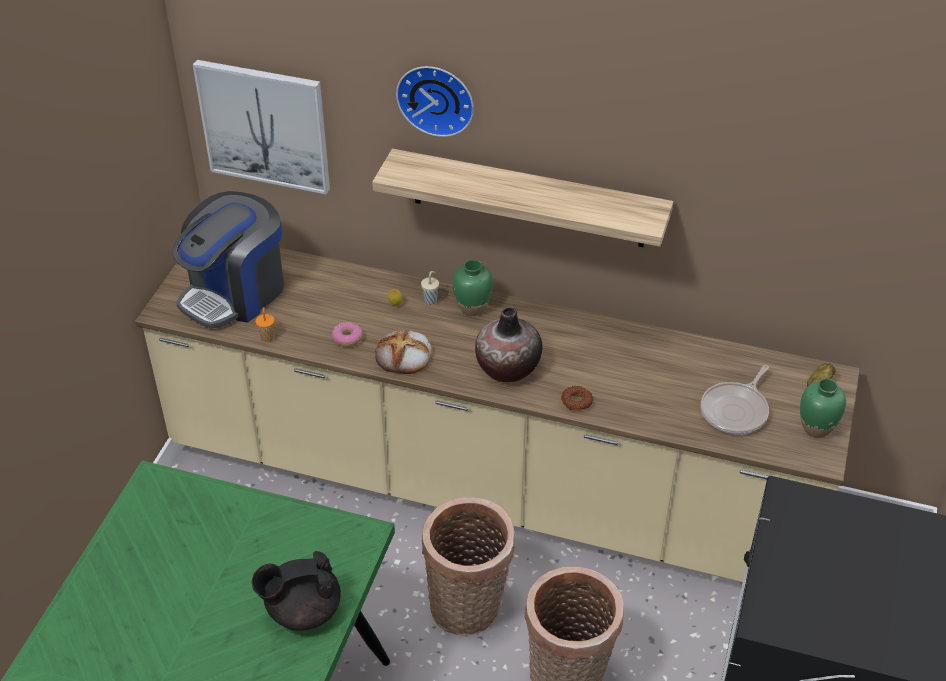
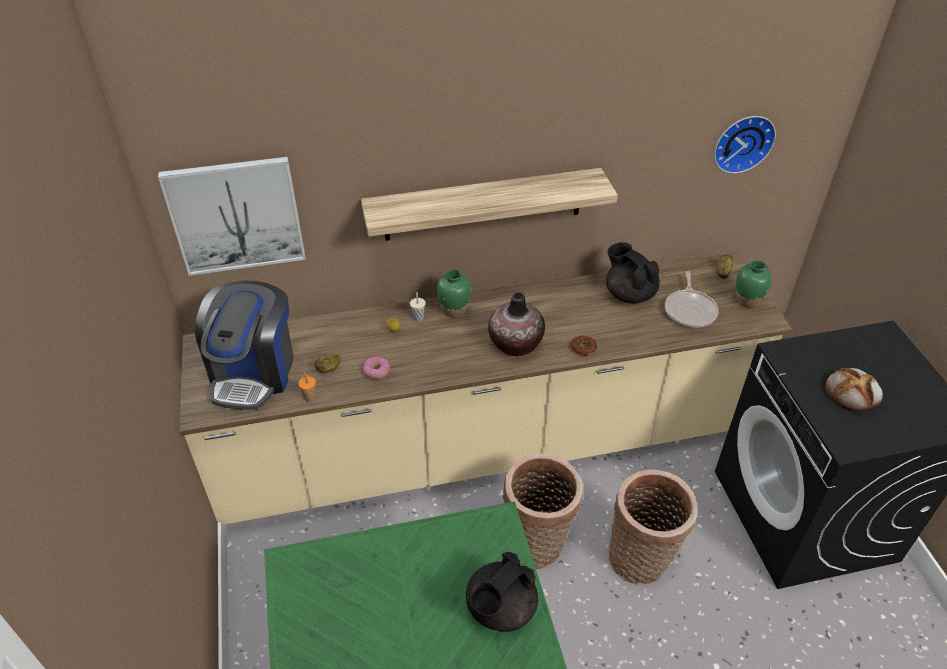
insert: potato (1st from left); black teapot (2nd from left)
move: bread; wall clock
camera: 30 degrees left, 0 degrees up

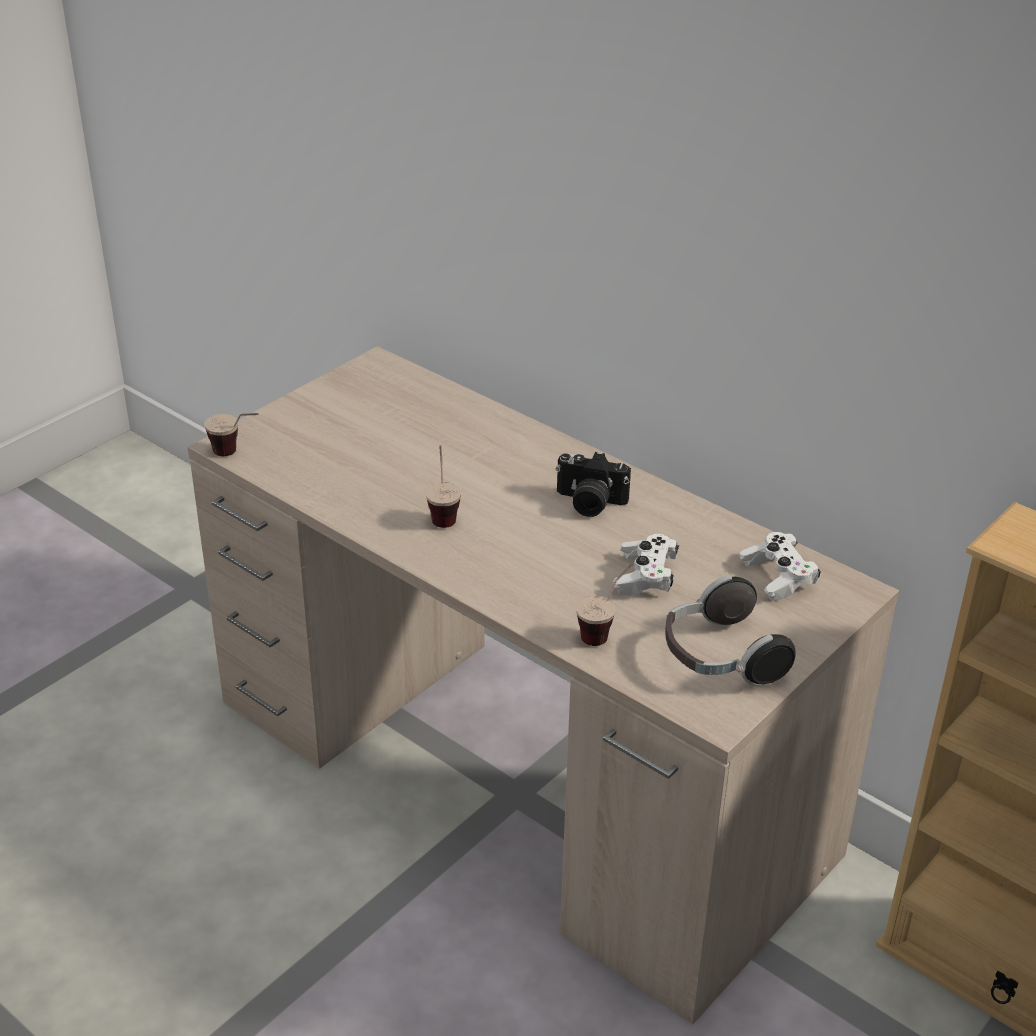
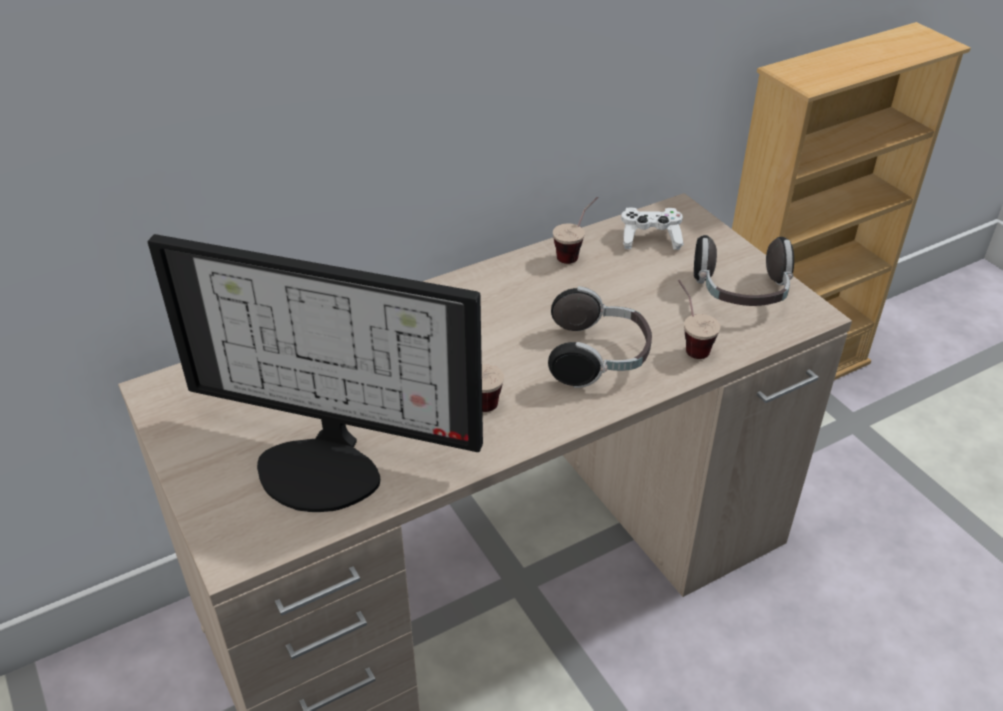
delete: photo camera; white game controller (1st from left)
insert: monitor; headphones (1st from left)
move: cup (1st from left in the first image) to cup (2nd from left)
camera: 70 degrees left, 5 degrees up

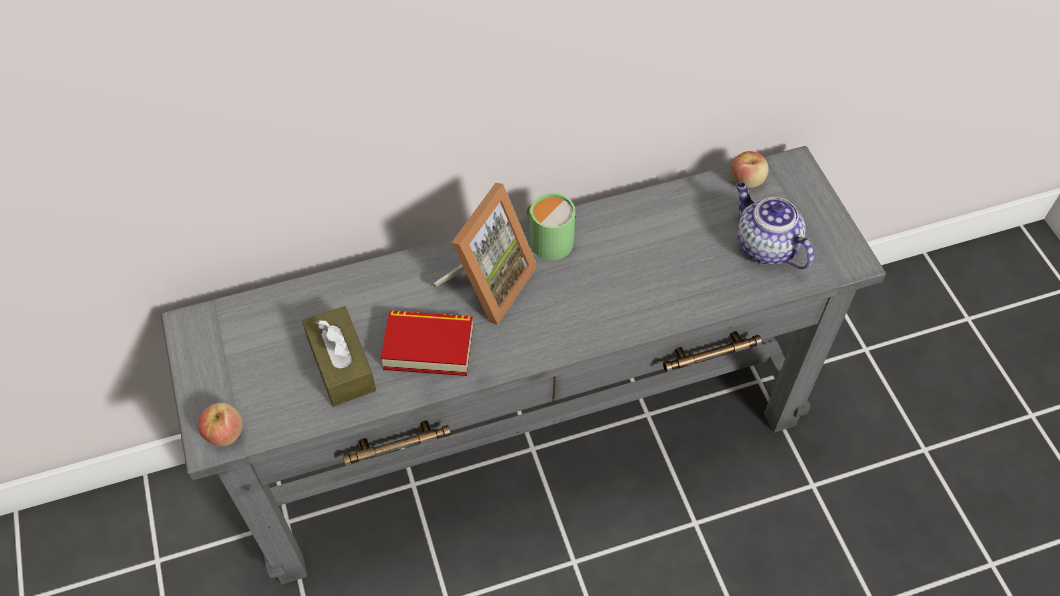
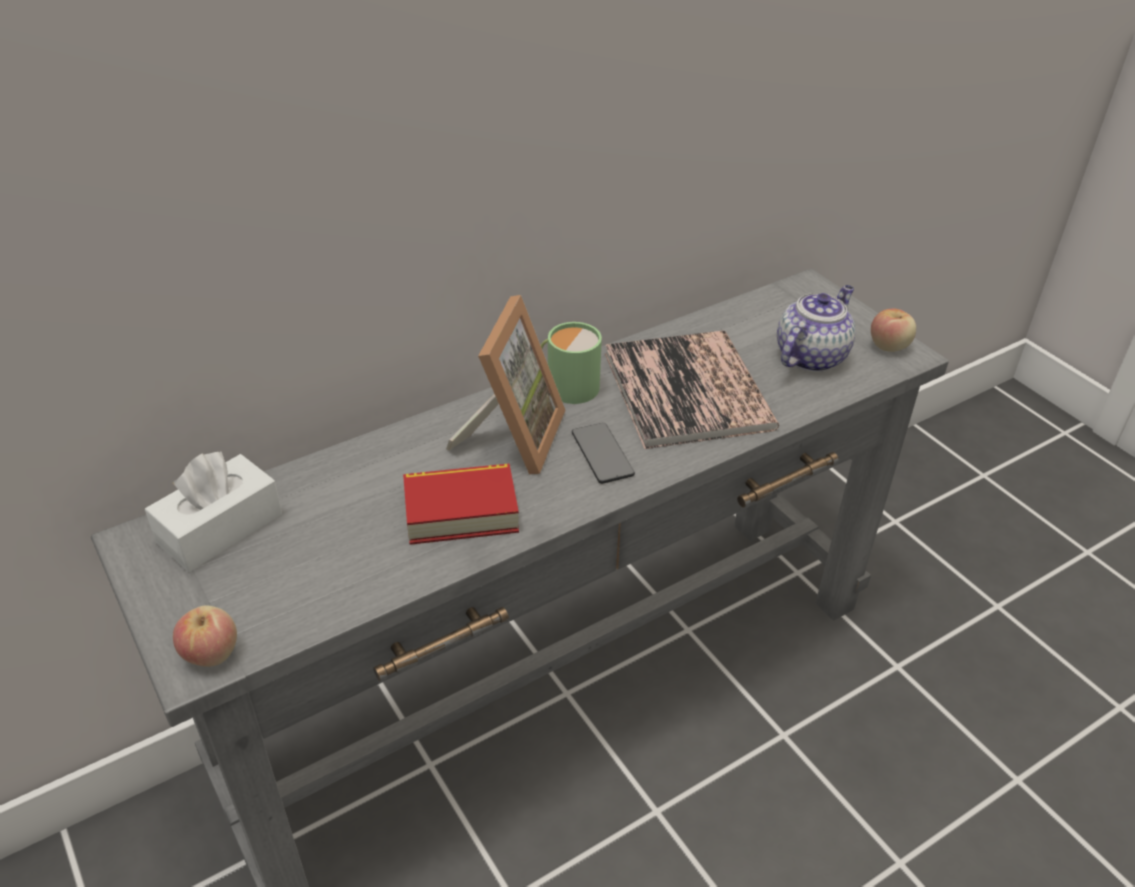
delete: brown tissue box
insert: white tissue box; phone; book (2nd from left)
move: apple (2nd from left)
rotate: teapot 90 degrees clockwise
camera: 15 degrees left, 15 degrees down

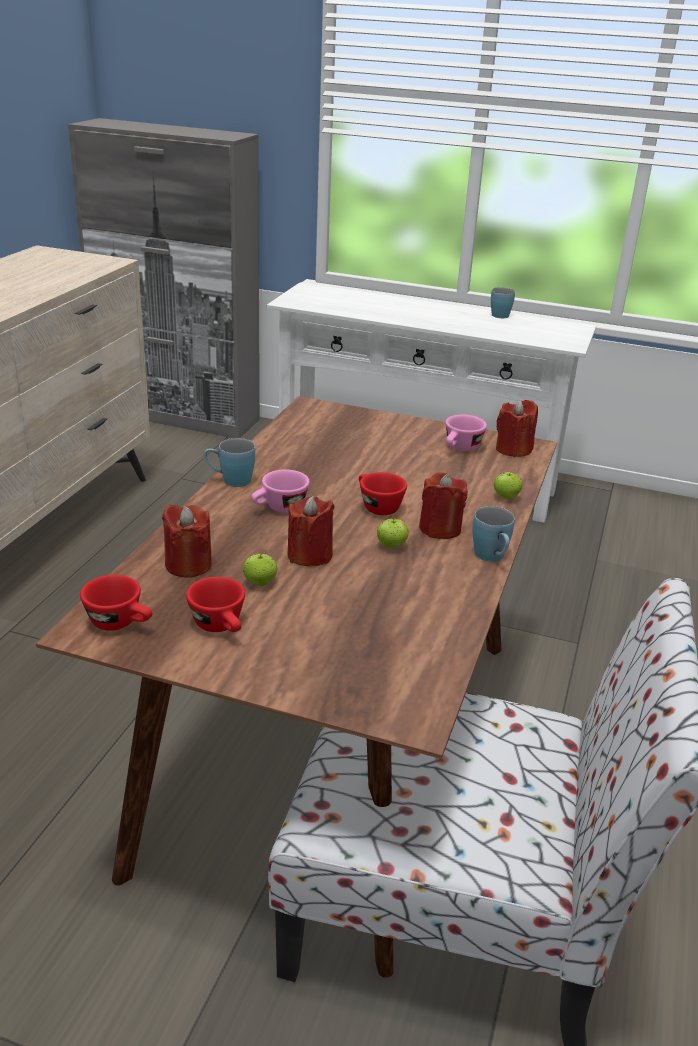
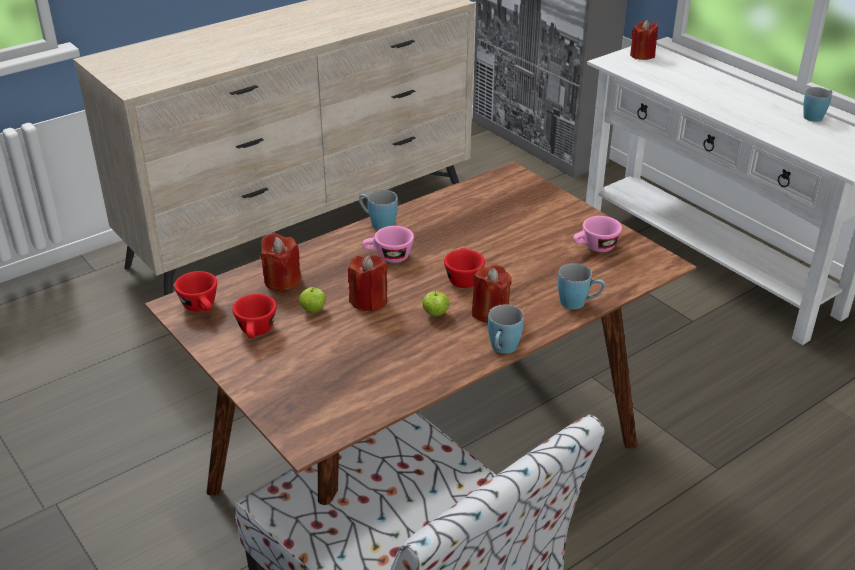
move: red candle (4th from left)
replace: apple (3rd from left) to blue mug (3rd from left)
camera: 35 degrees right, 5 degrees up

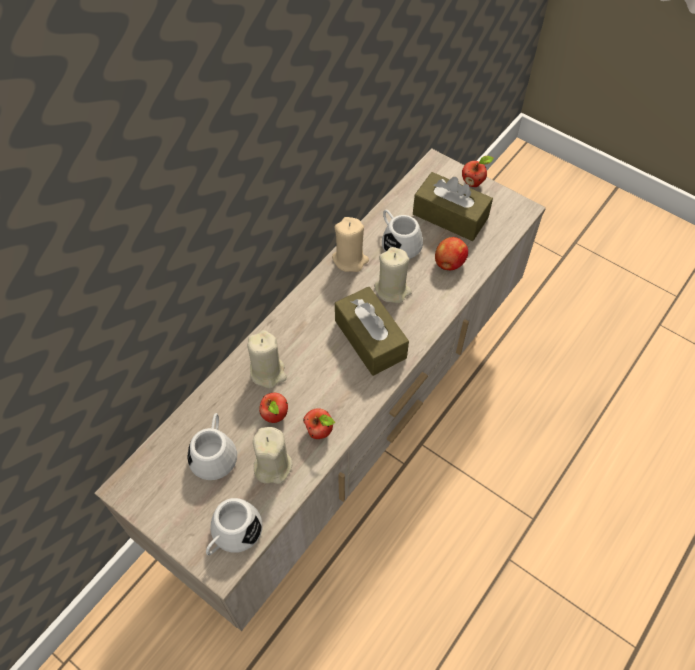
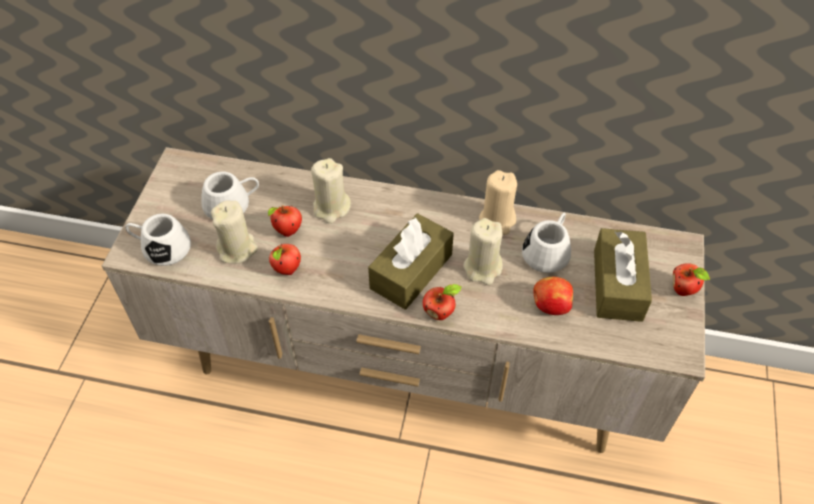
insert: apple (3rd from left)
camera: 65 degrees right, 5 degrees down

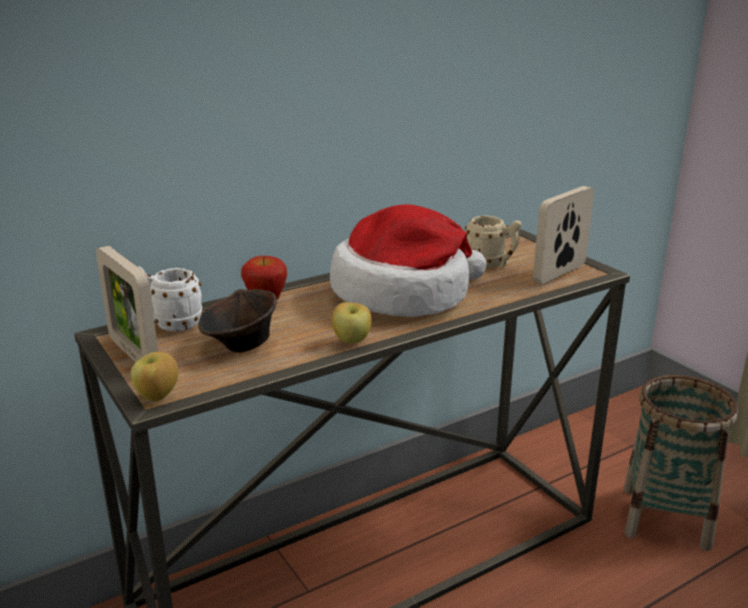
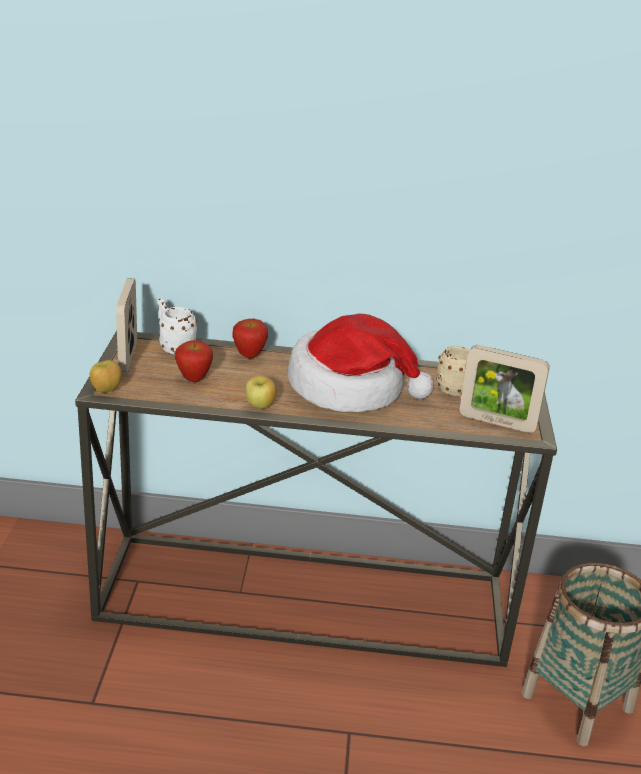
replace: brown bowl to apple (2nd from left)
rotate: picture frame (2nd from left) 150 degrees counterclockwise
camera: 35 degrees right, 5 degrees up

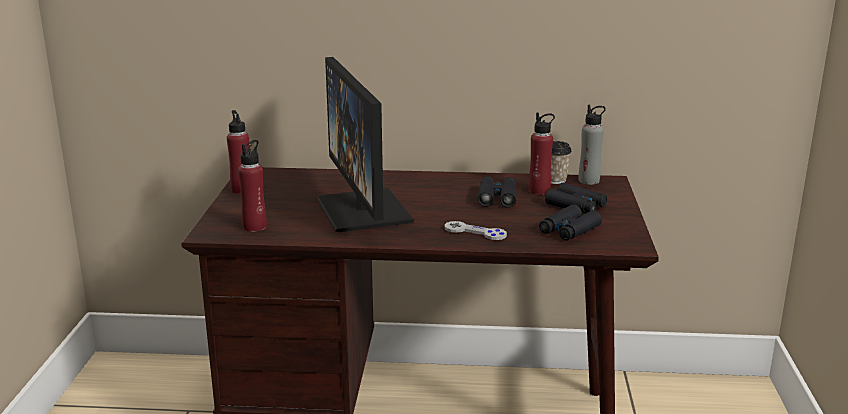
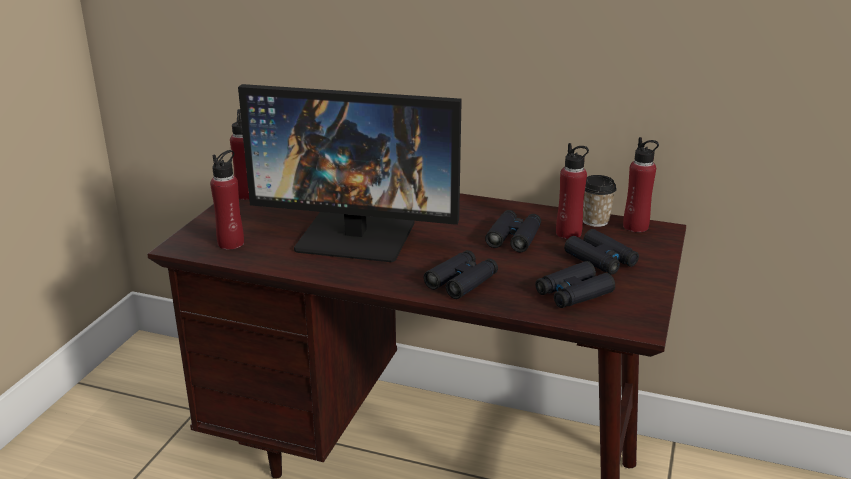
replace: grey game controller to black binoculars (1st from left)
recolor: grey bottle to red bottle (4th from left)
rotate: monitor 75 degrees counterclockwise
camera: 15 degrees right, 5 degrees up

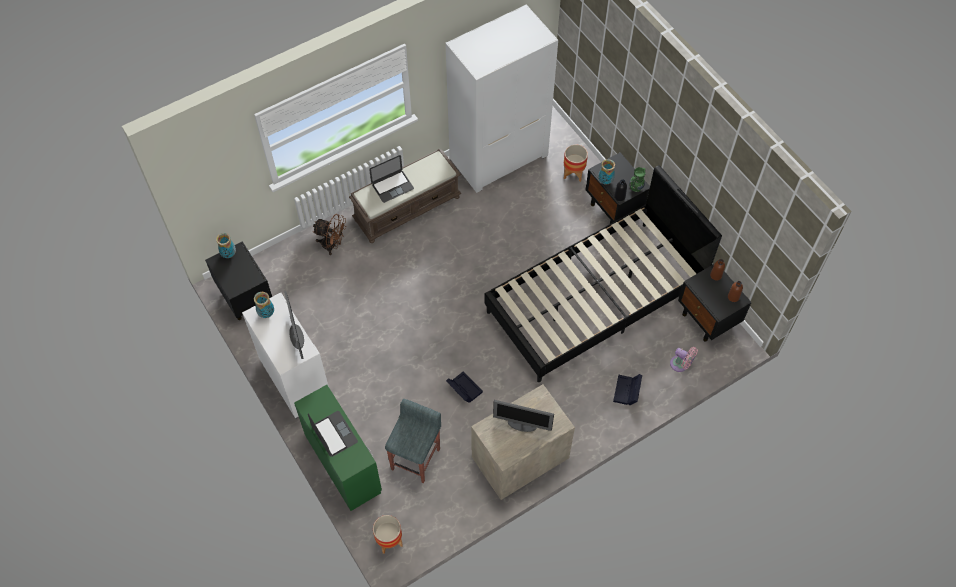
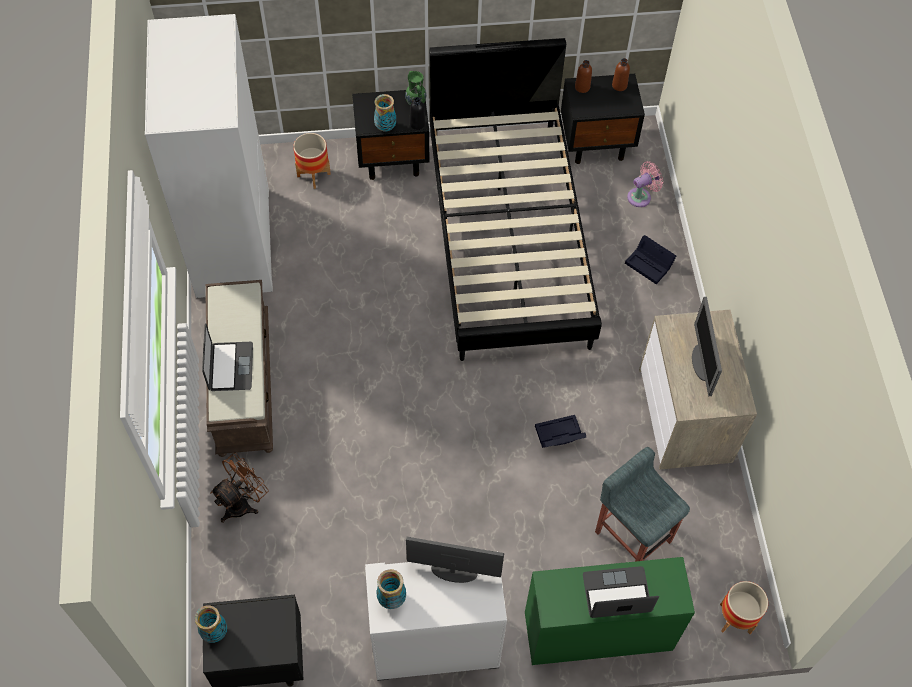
rotate: monitor (2nd from left) 135 degrees clockwise
camera: 65 degrees left, 0 degrees up

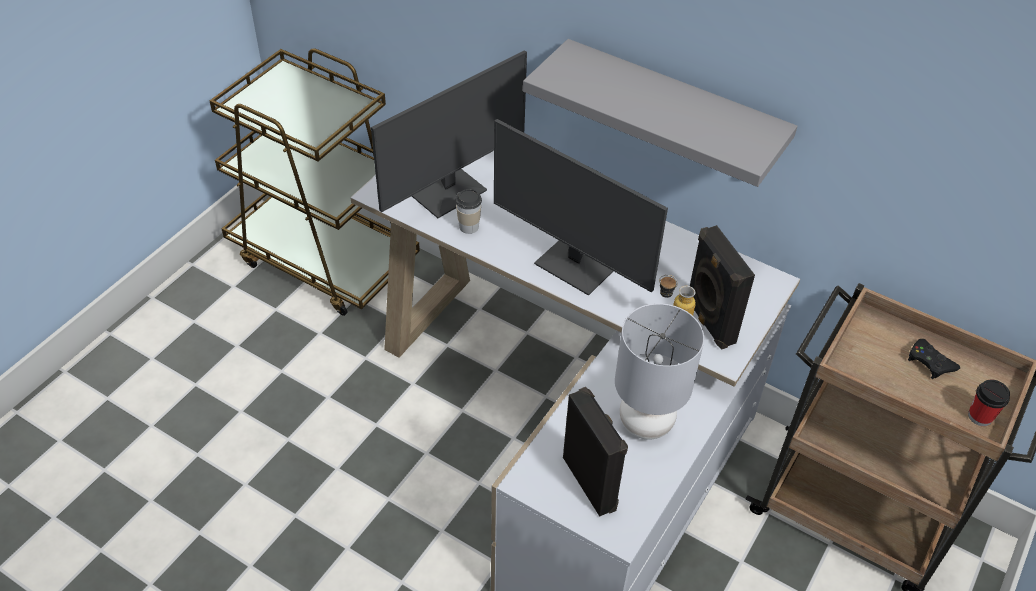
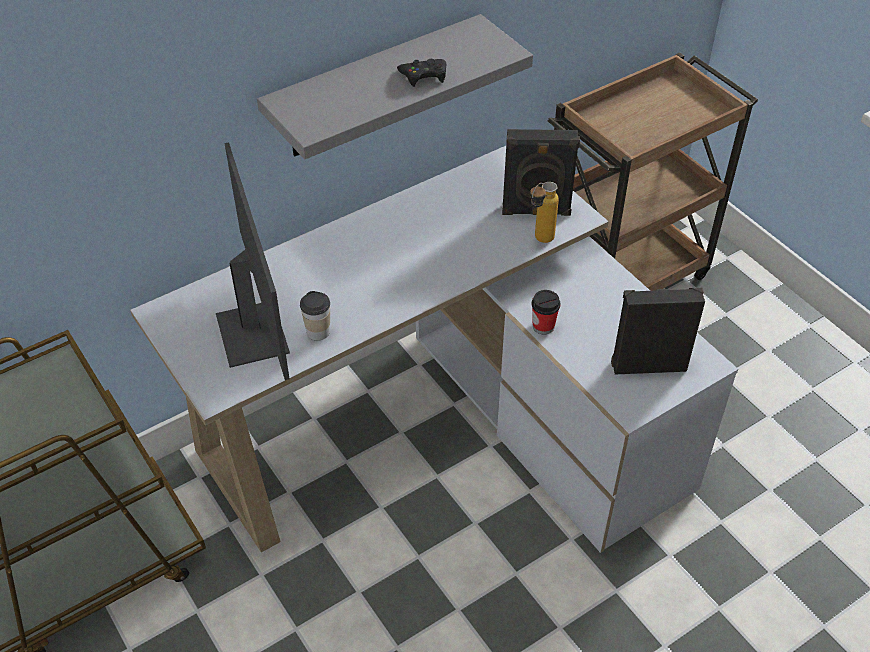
delete: monitor (2nd from left); grey table lamp
move: black game controller; cup (2nd from left)
camera: 65 degrees left, 0 degrees up

